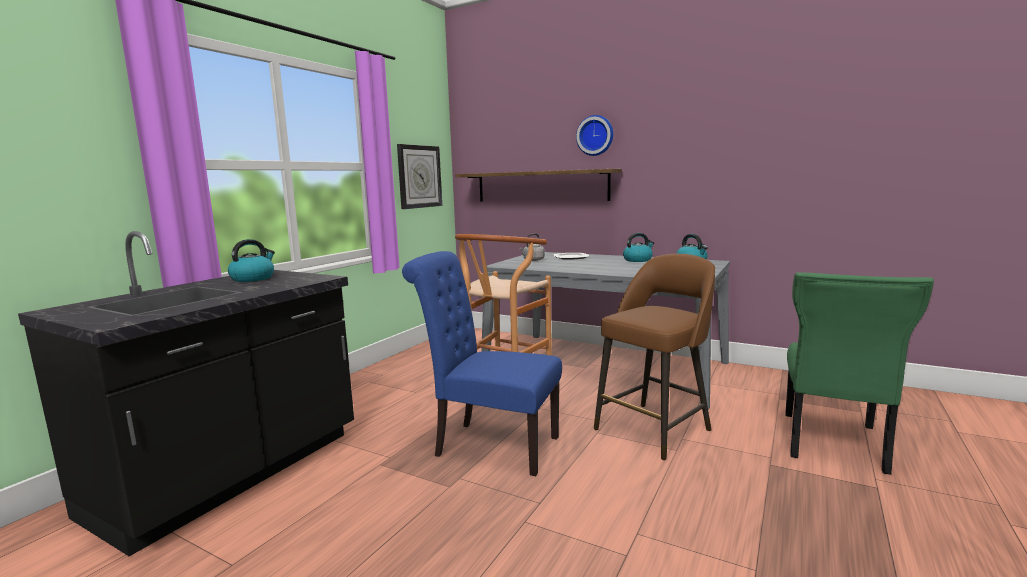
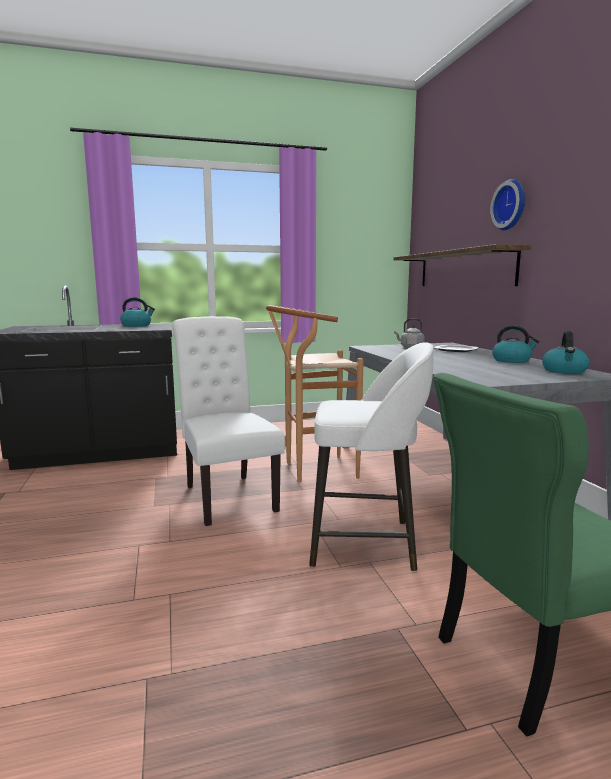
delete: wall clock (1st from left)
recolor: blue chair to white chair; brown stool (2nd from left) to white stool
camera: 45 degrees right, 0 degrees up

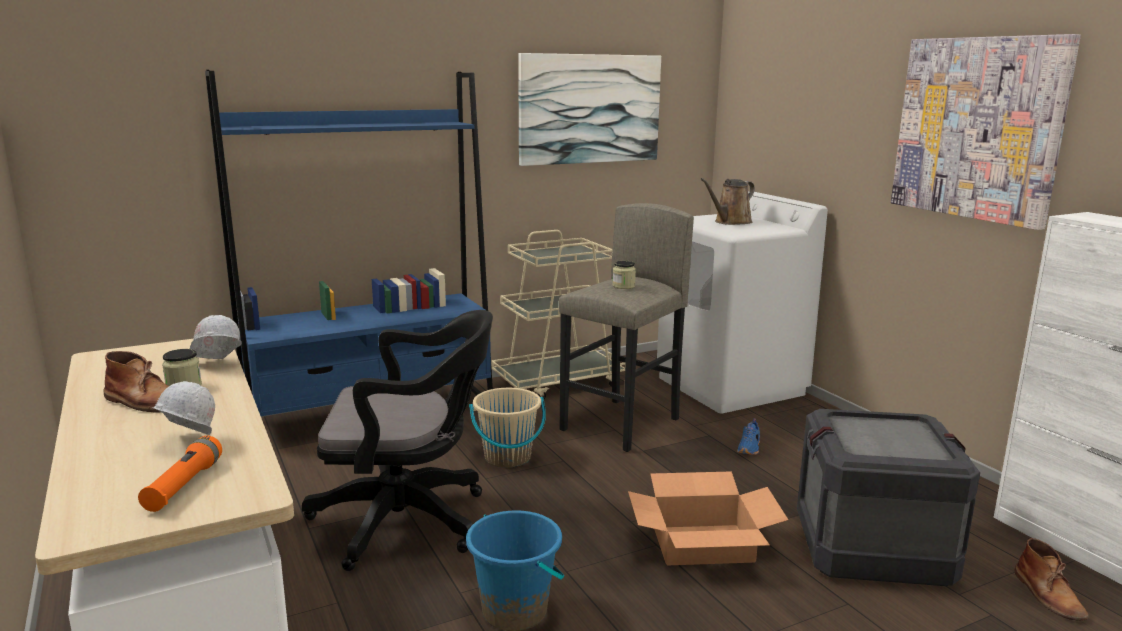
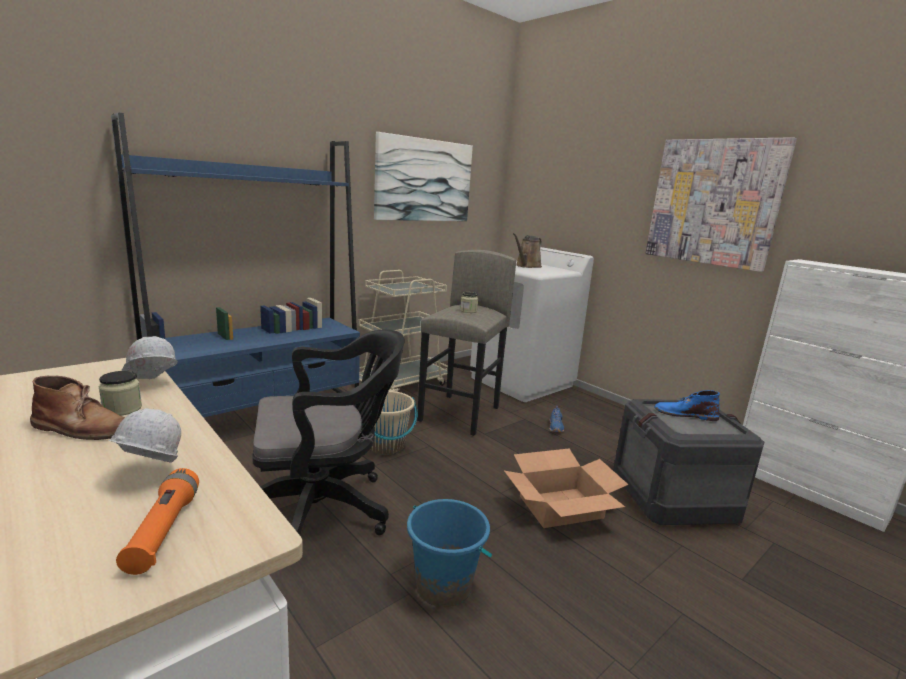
delete: brown boot (2nd from left)
insert: blue boot
camera: 15 degrees left, 0 degrees up

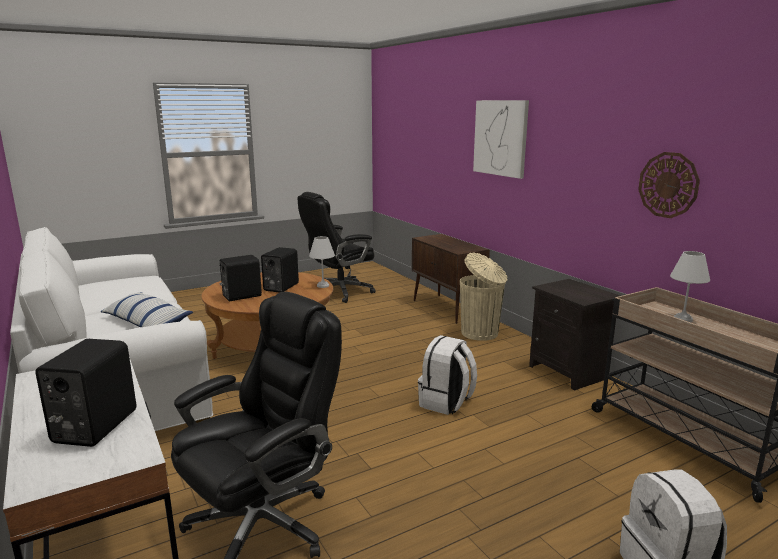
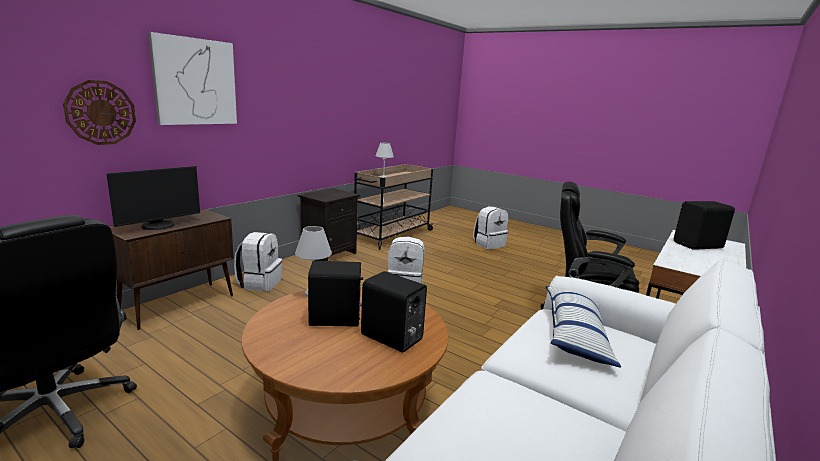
insert: monitor
move: wall clock
replace: beige trash can to white backpack (1st from left)
camera: 115 degrees left, 0 degrees up

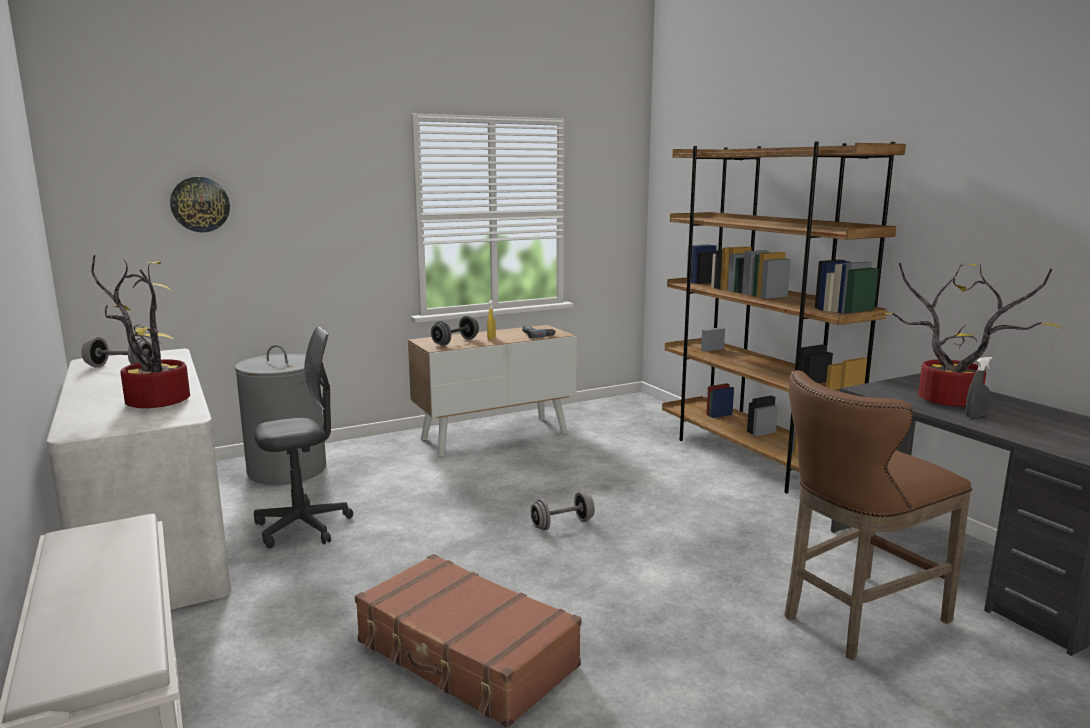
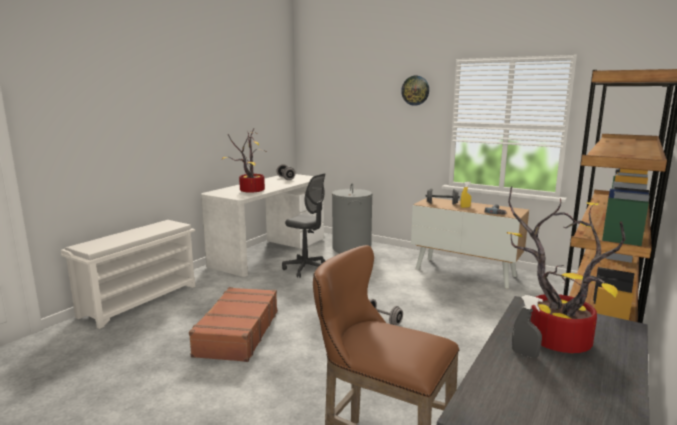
move: wall clock
camera: 60 degrees right, 0 degrees up

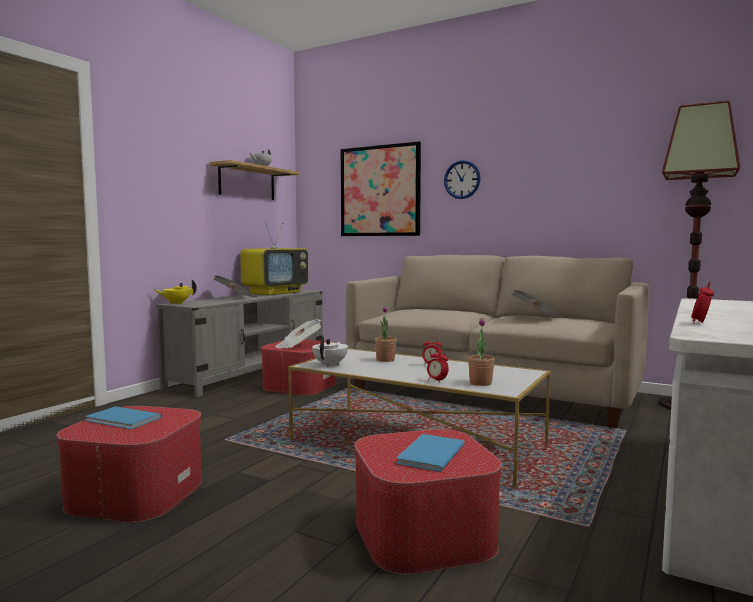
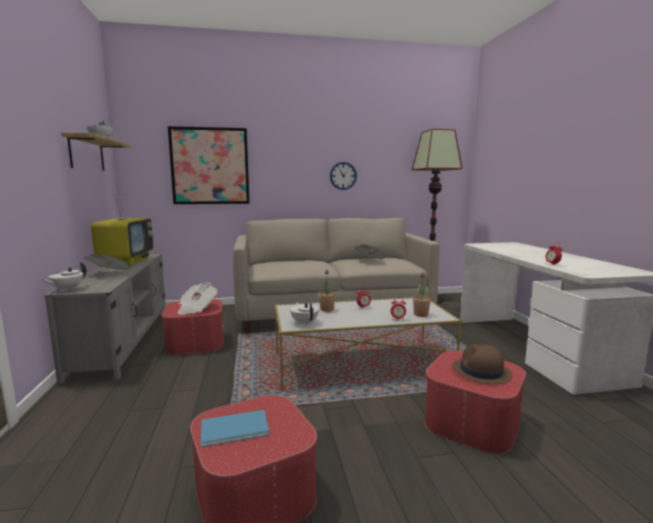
move: wall clock
replace: blue book (2nd from left) to brown hat
recolor: yellow teapot to white teapot (1st from left)
camera: 40 degrees left, 5 degrees up

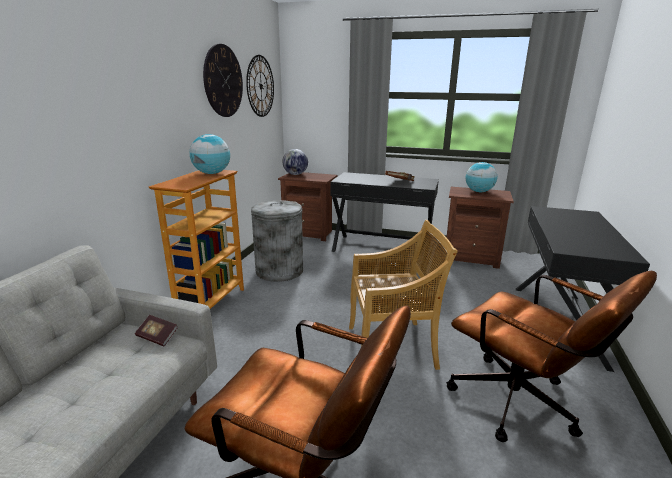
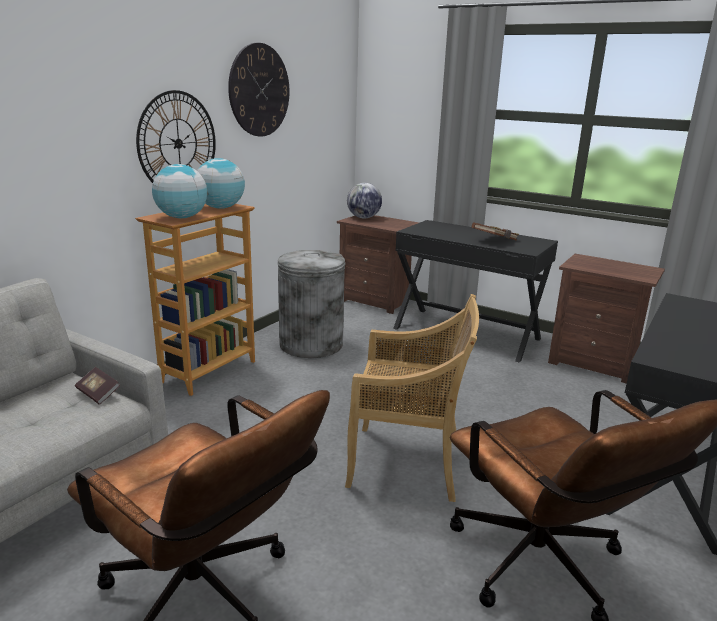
move: wall clock (2nd from left in the first image) to wall clock (1st from left); globe (3rd from left in the first image) to globe (1st from left)
camera: 15 degrees right, 0 degrees up

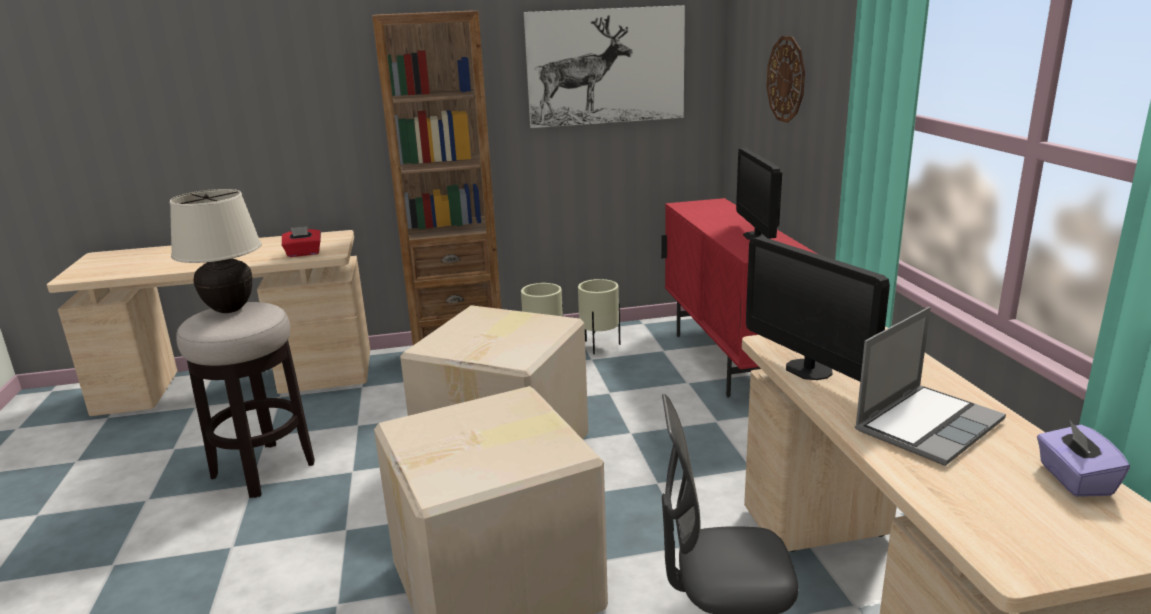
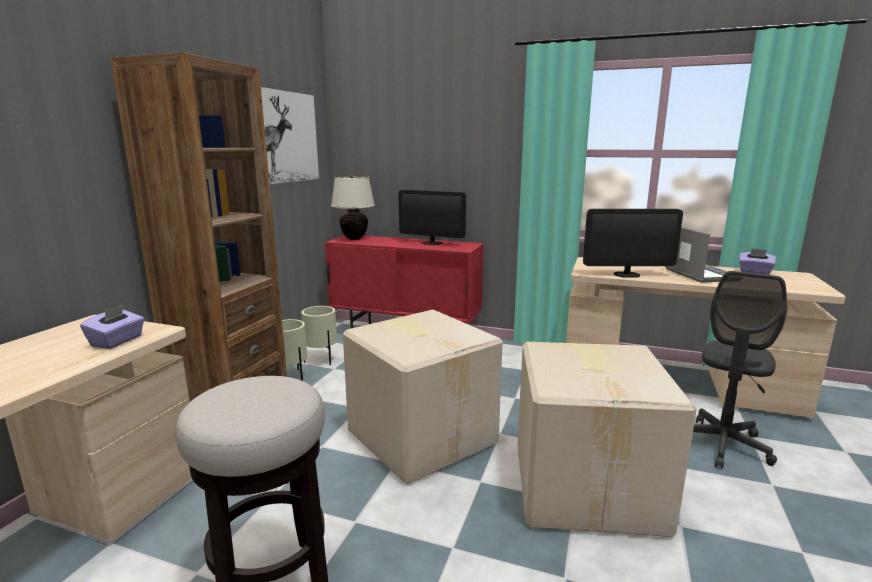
delete: wall clock
move: beige table lamp
recolor: red tissue box to purple tissue box (1st from left)
camera: 60 degrees left, 5 degrees down

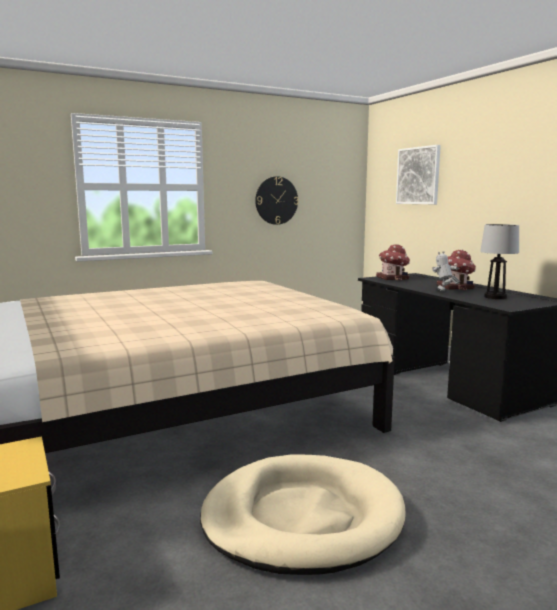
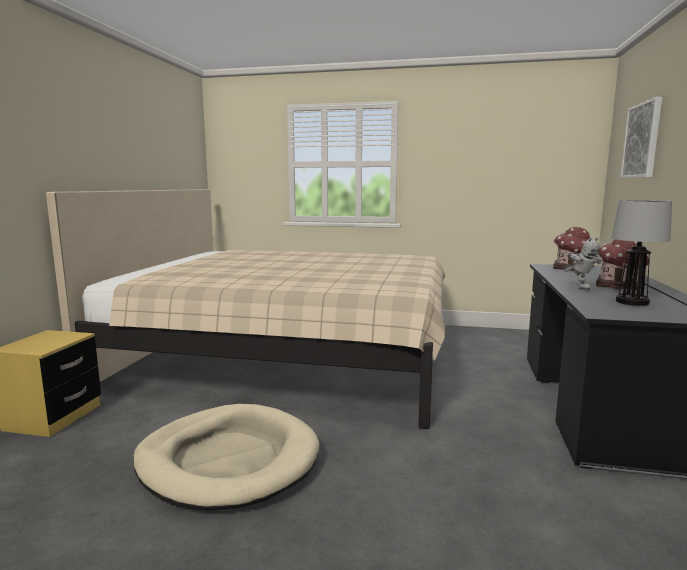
delete: wall clock
rotate: toy robot 150 degrees clockwise
camera: 40 degrees right, 0 degrees up

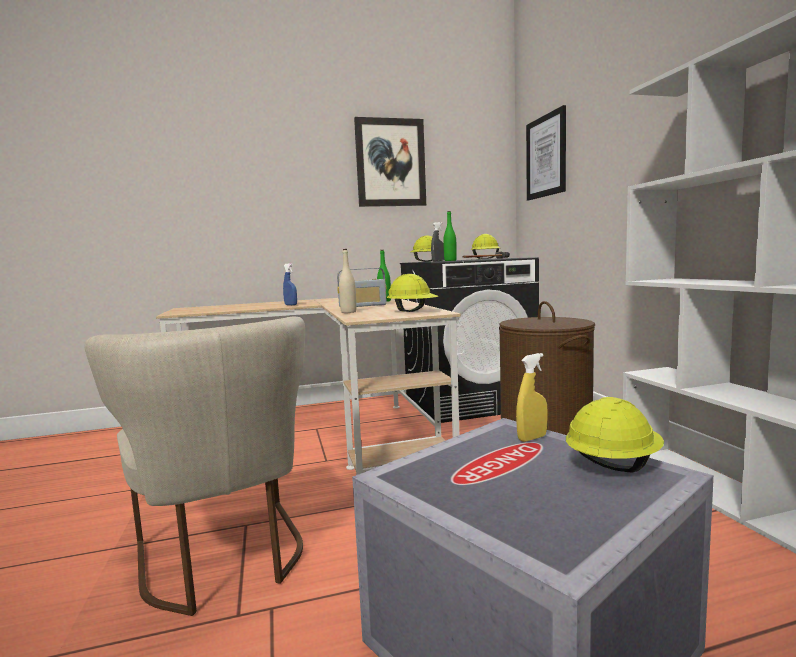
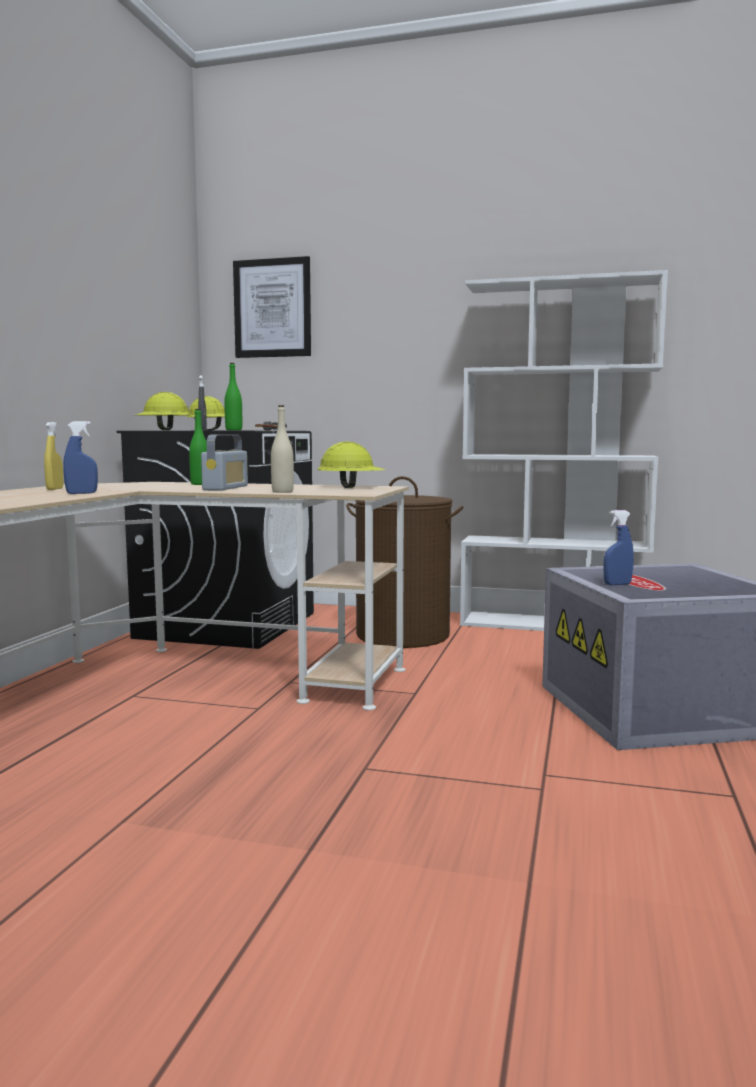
delete: beige chair; picture (1st from left); yellow hard hat (4th from left)
insert: blue spray bottle (2nd from left)
move: yellow spray bottle
camera: 60 degrees left, 0 degrees up

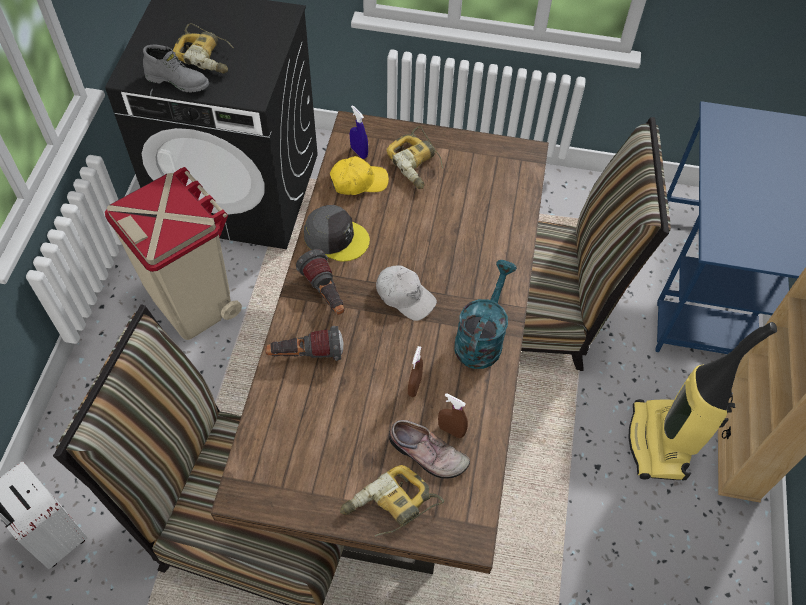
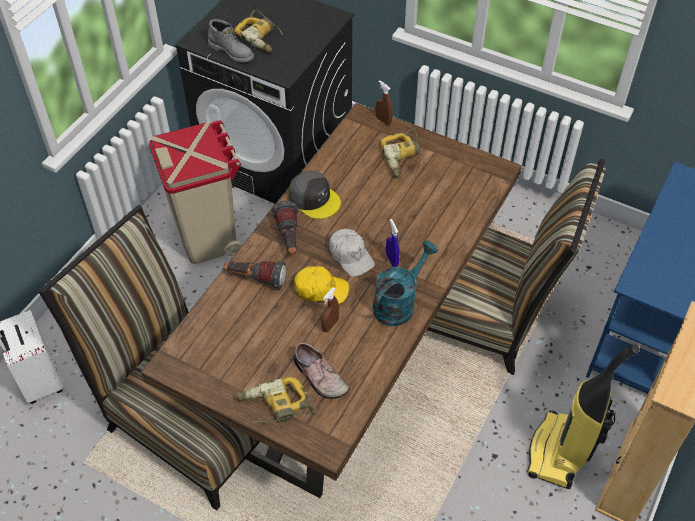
move: yellow cap; blue spray bottle; brown spray bottle (2nd from left)
camera: 20 degrees right, 5 degrees down

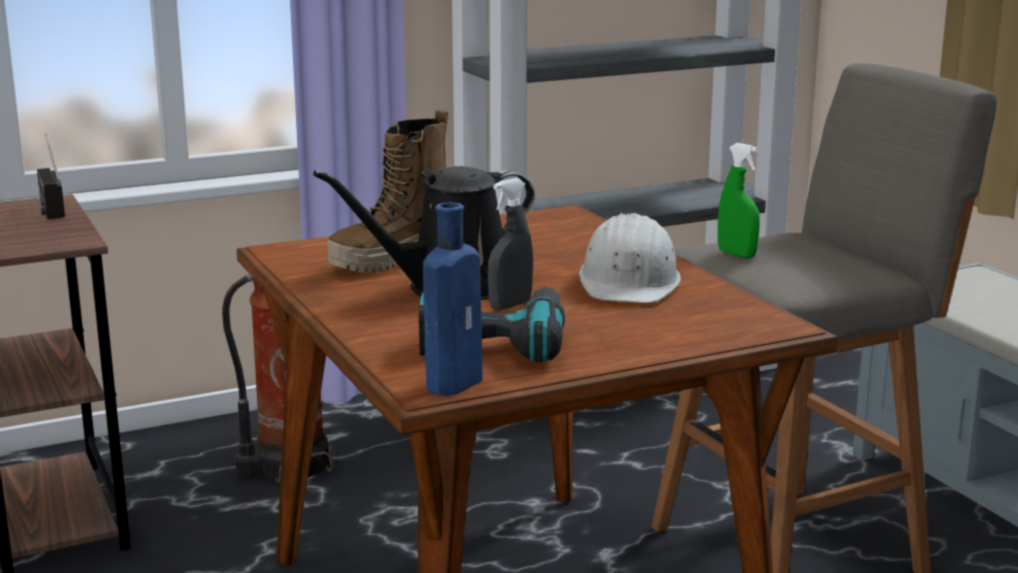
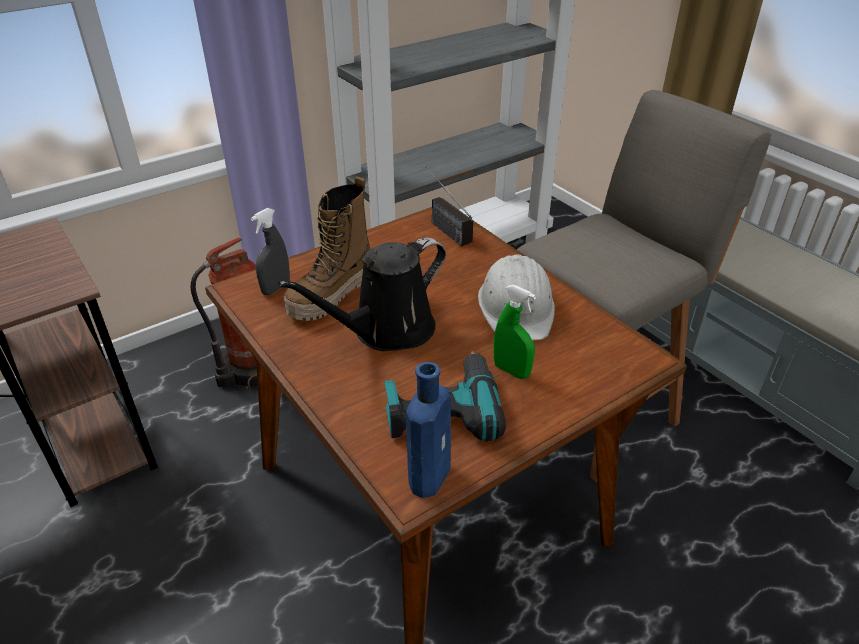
move: radio; grey spray bottle; green spray bottle
camera: 10 degrees left, 20 degrees up

